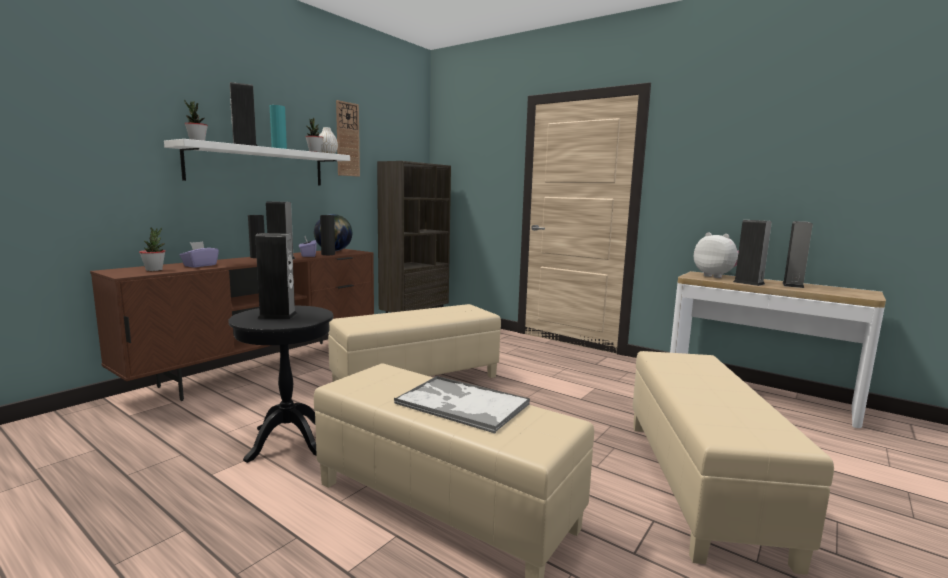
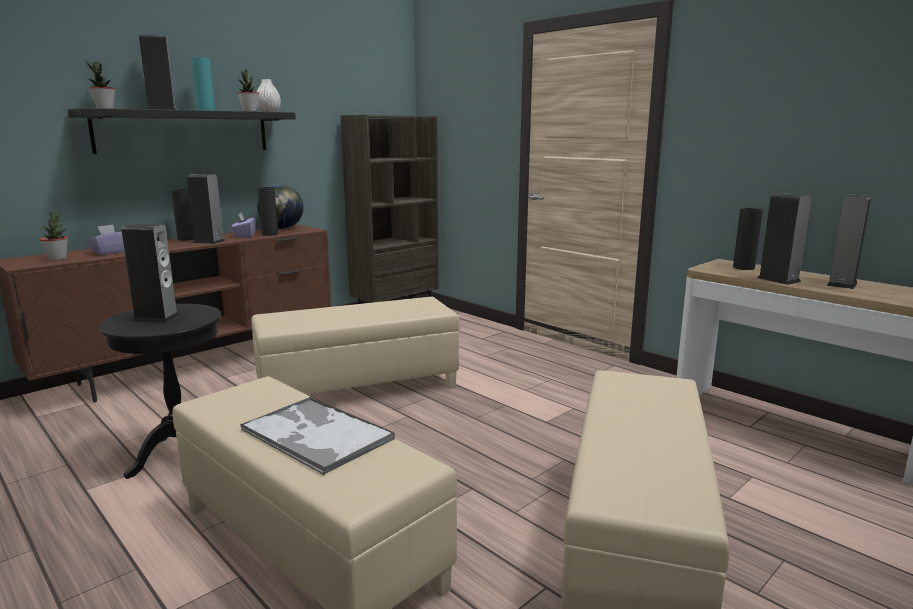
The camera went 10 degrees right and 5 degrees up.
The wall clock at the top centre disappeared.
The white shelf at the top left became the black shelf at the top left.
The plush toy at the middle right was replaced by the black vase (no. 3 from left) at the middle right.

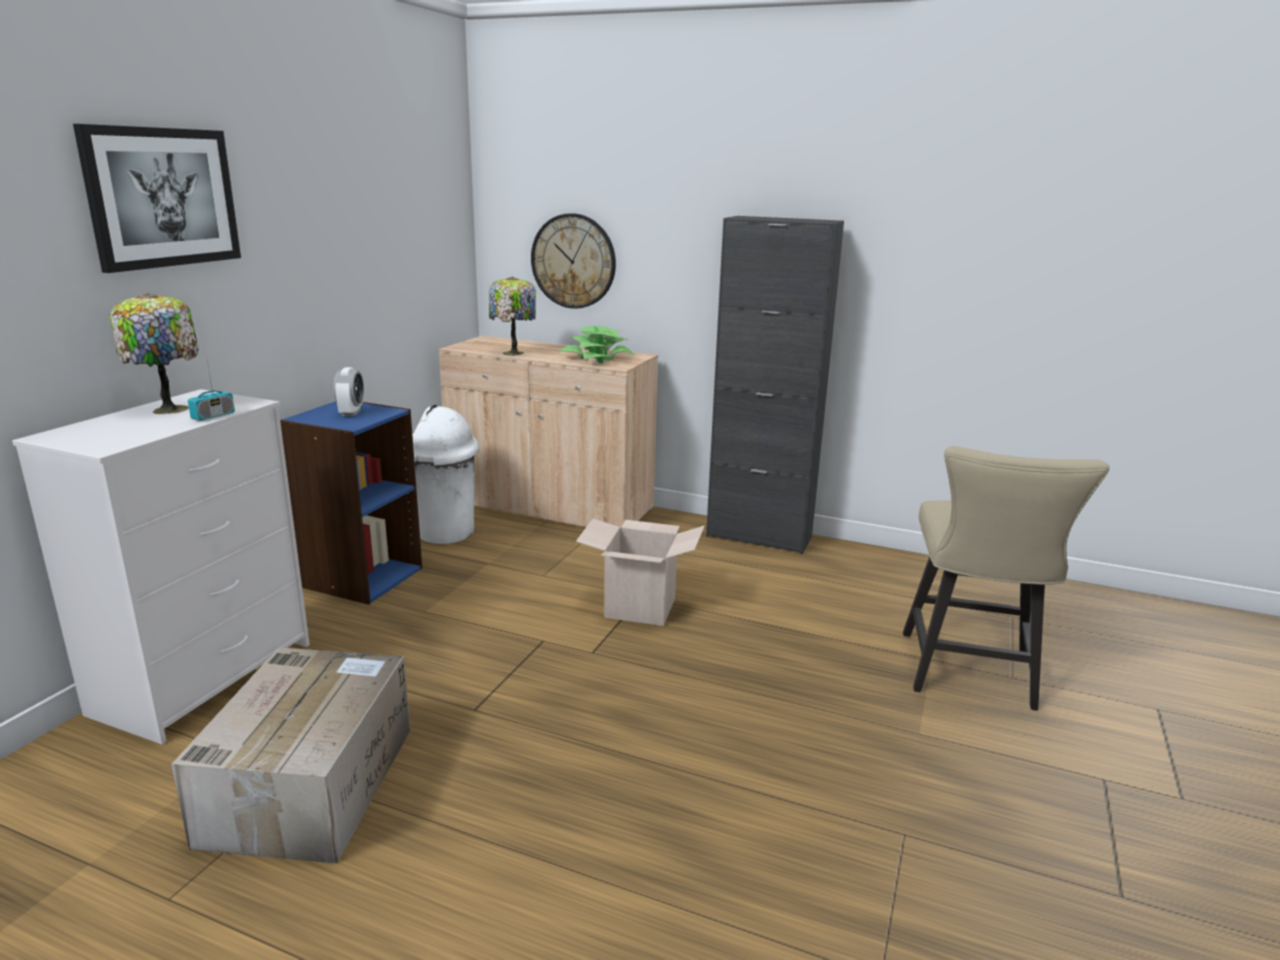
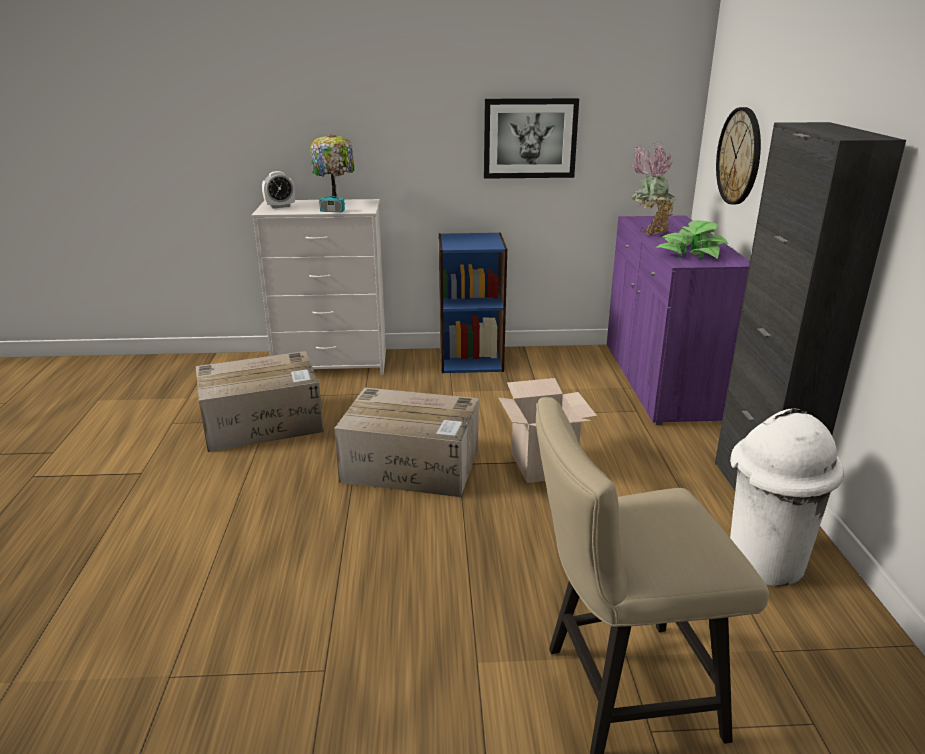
The camera went 65 degrees right and 5 degrees up.
The picture moved from the top left to the top centre.
The table lamp (no. 2 from left) at the top centre was replaced by the potted plant (no. 1 from left) at the top right.
The beige cabinet at the centre became the purple cabinet at the middle right.
The alarm clock moved from the middle left to the top left.
The white trash can moved from the centre to the middle right.
The cardboard box (no. 2 from left) at the centre appeared.

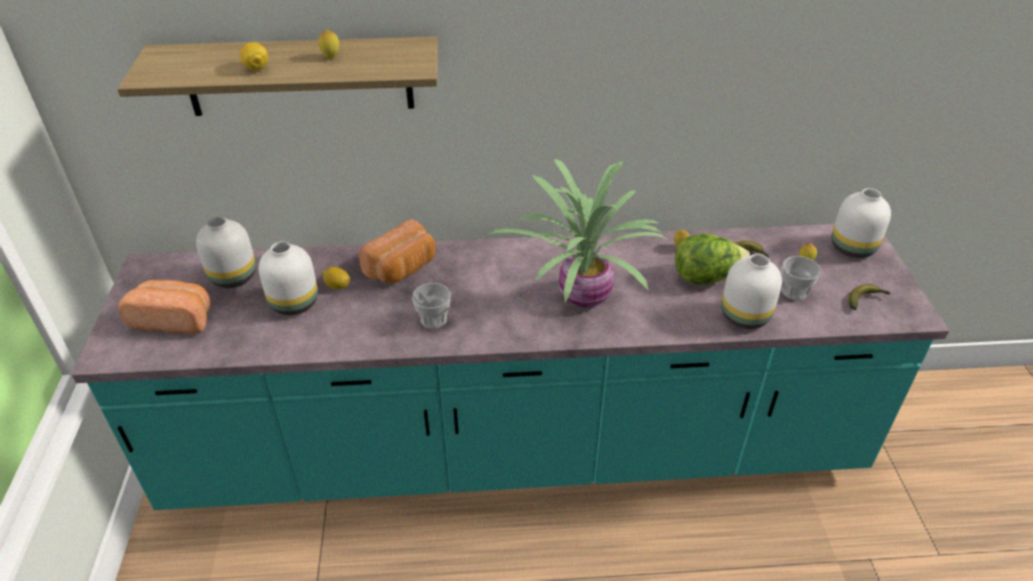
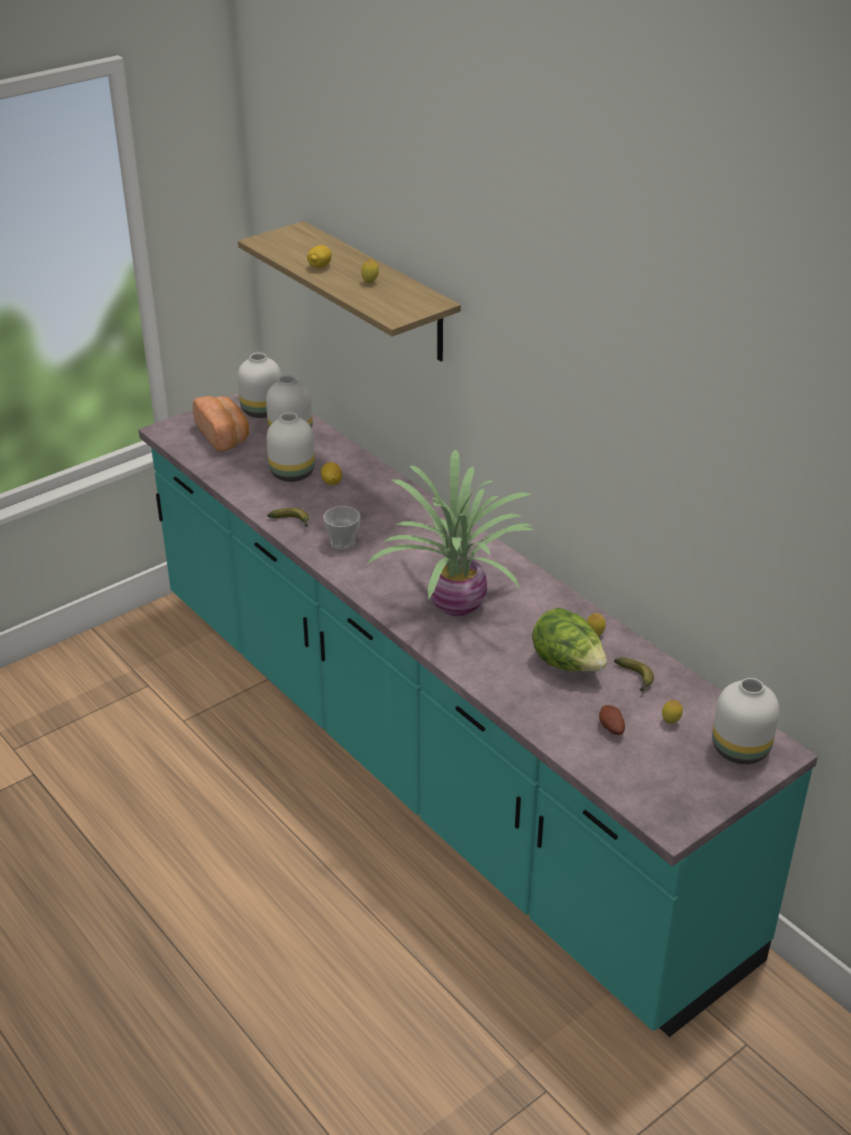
The camera went 55 degrees right and 5 degrees down.
The bread (no. 2 from left) at the centre disappeared.
The white vase (no. 3 from left in the first image) moved from the middle right to the middle left.
The cup (no. 2 from left) at the middle right was replaced by the potato at the middle right.
The banana (no. 2 from left in the first image) moved from the middle right to the centre.

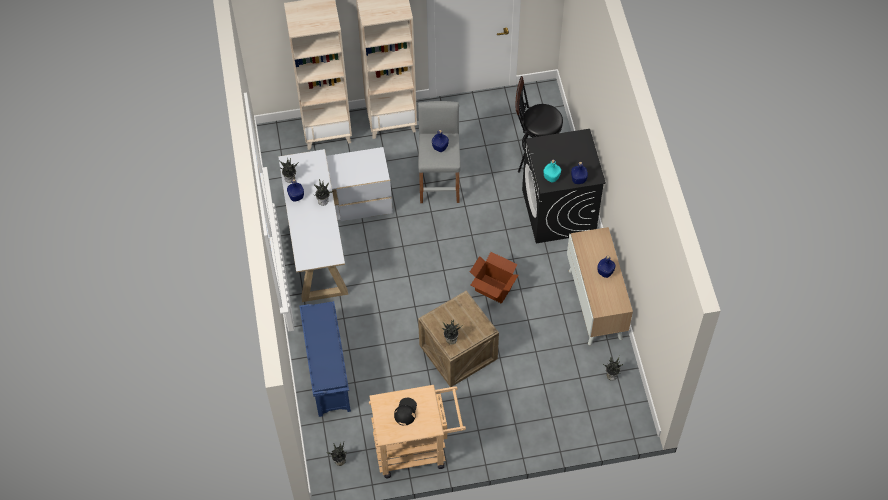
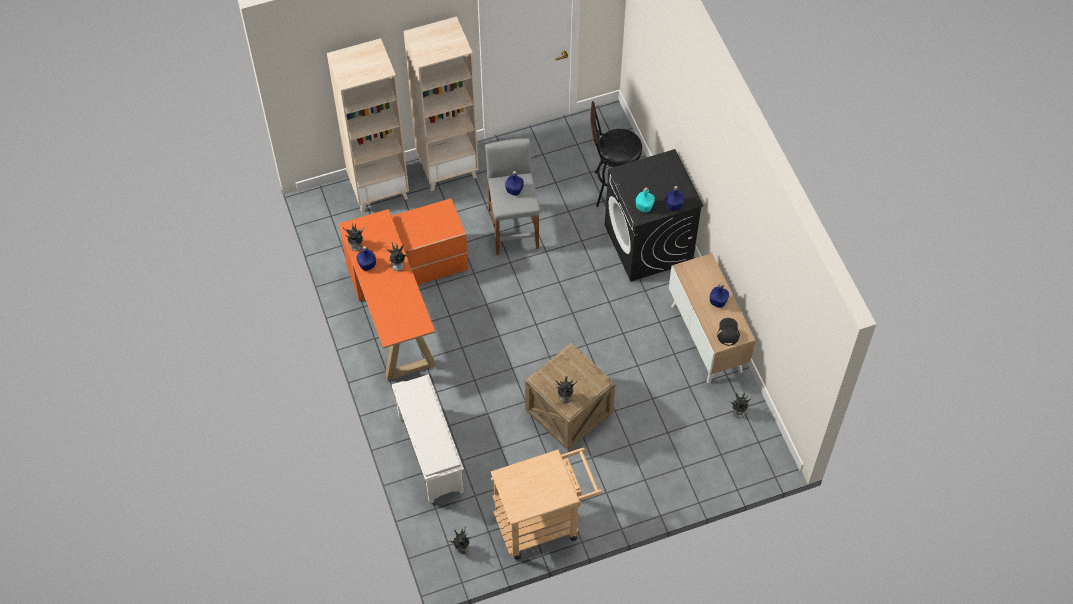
The camera went 10 degrees left and 0 degrees up.
The white desk at the centre became the orange desk at the centre.
The cardboard box at the centre disappeared.
The blue shoe rack at the bottom centre became the white shoe rack at the bottom centre.
The black cap moved from the bottom centre to the middle right.

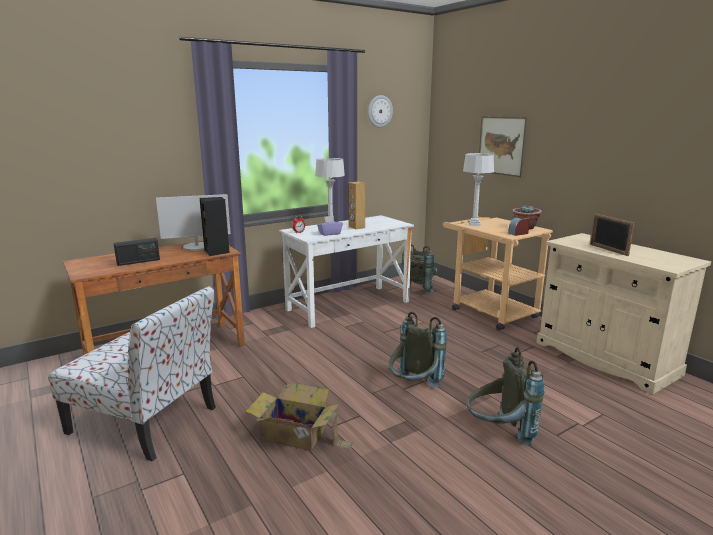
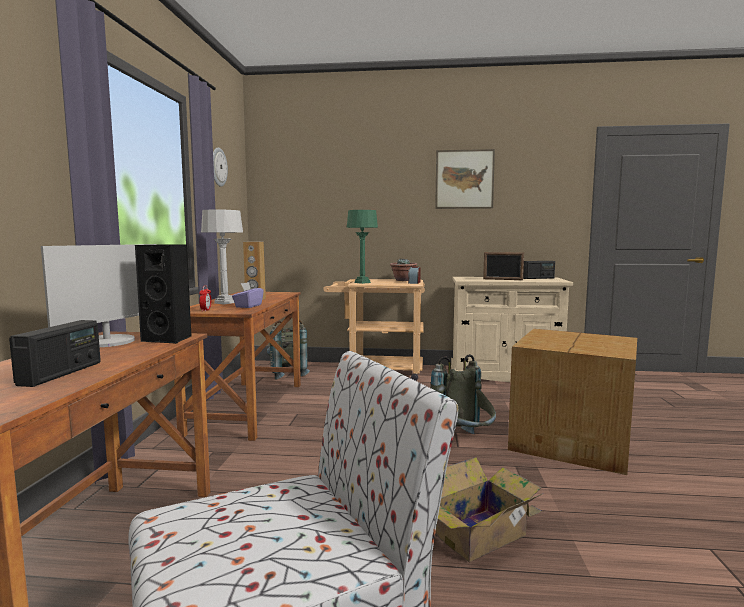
The camera went 50 degrees left and 10 degrees down.
The picture moved from the top right to the top centre.
The grey table lamp (no. 2 from left) at the middle right became the green table lamp at the centre.
The white desk at the centre became the brown desk (no. 2 from left) at the middle left.
The grey backpack (no. 3 from left) at the bottom right was replaced by the cardboard box (no. 2 from left) at the middle right.
The radio (no. 2 from left) at the middle right appeared.

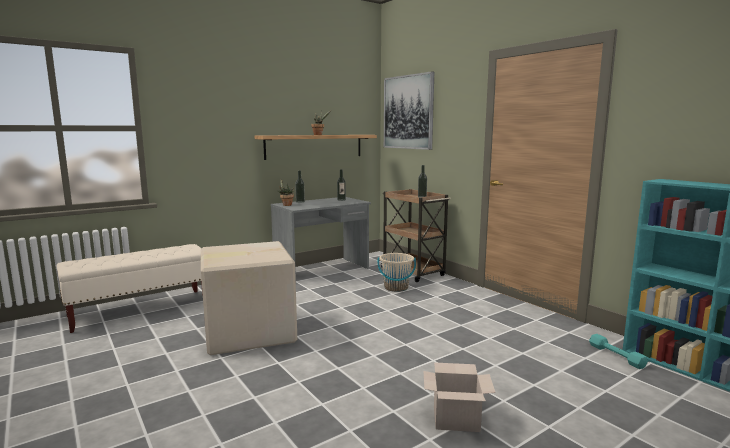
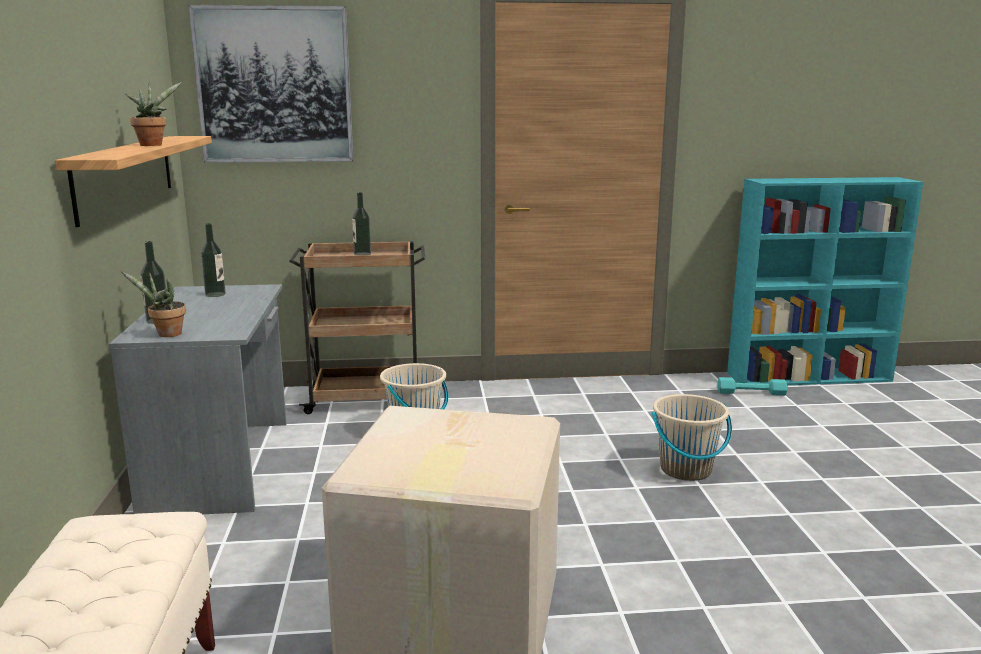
The camera went 60 degrees left and 5 degrees up.
The cardboard box (no. 2 from left) at the bottom centre disappeared.
The beige bucket (no. 2 from left) at the bottom right appeared.

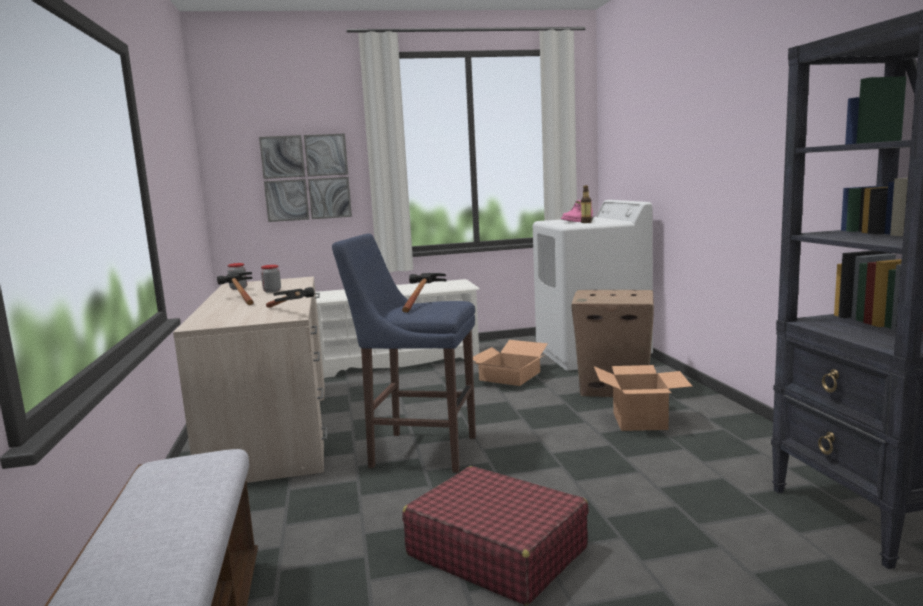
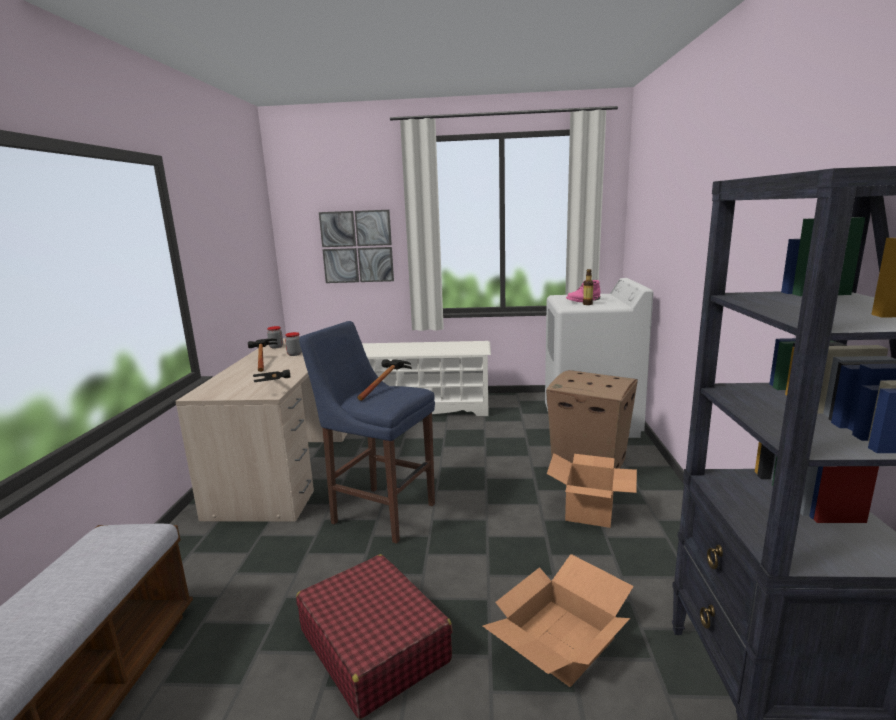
The camera went 15 degrees right and 5 degrees up.
The cardboard box (no. 1 from left) moved from the centre to the bottom centre.

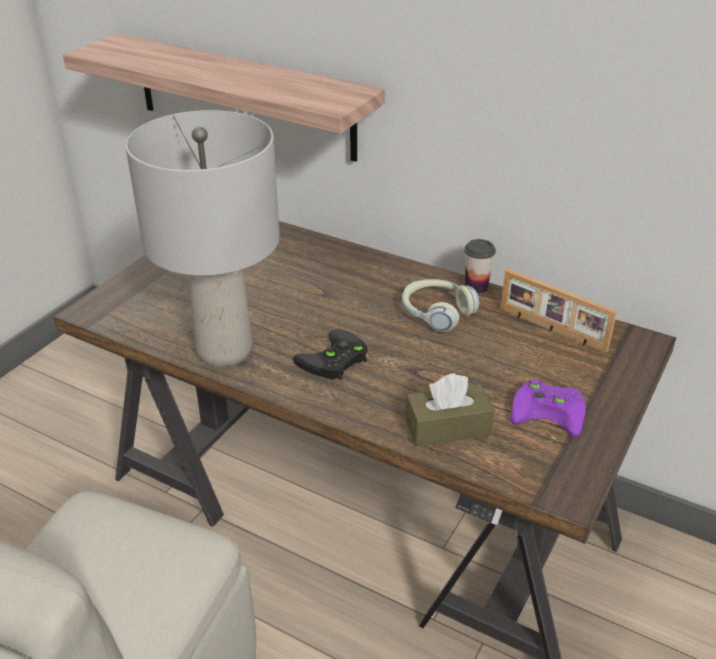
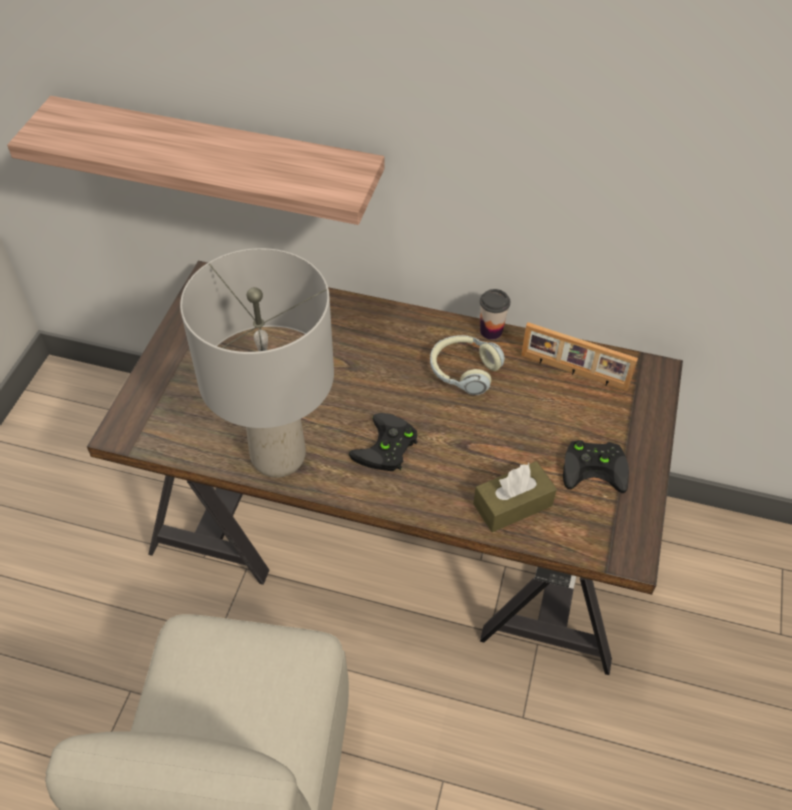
The camera went 15 degrees left and 15 degrees up.
The purple game controller at the middle right became the black game controller (no. 2 from left) at the middle right.

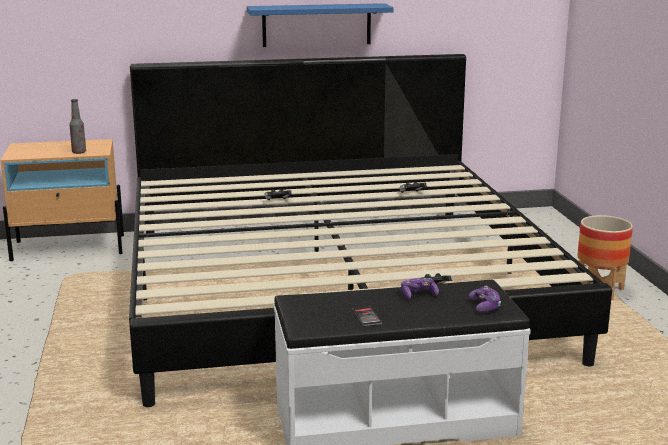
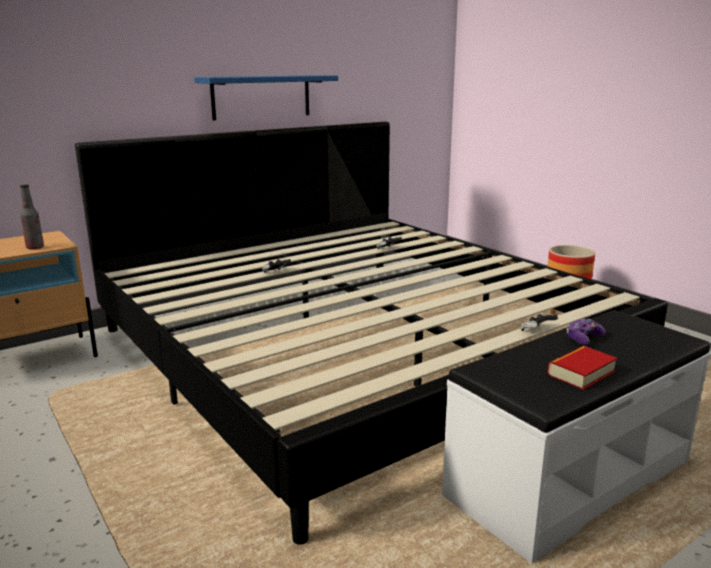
The camera went 25 degrees left and 0 degrees up.
The game controller (no. 5 from left) at the bottom right disappeared.
The phone at the bottom centre was replaced by the book at the middle right.

